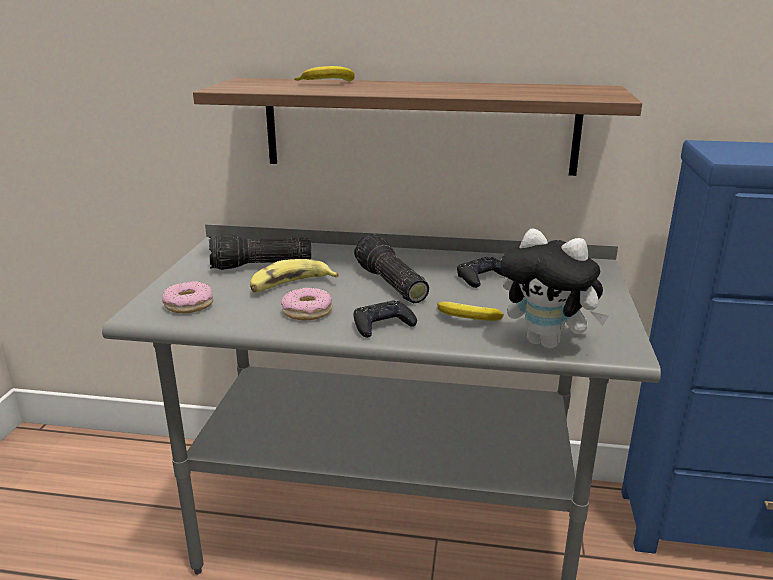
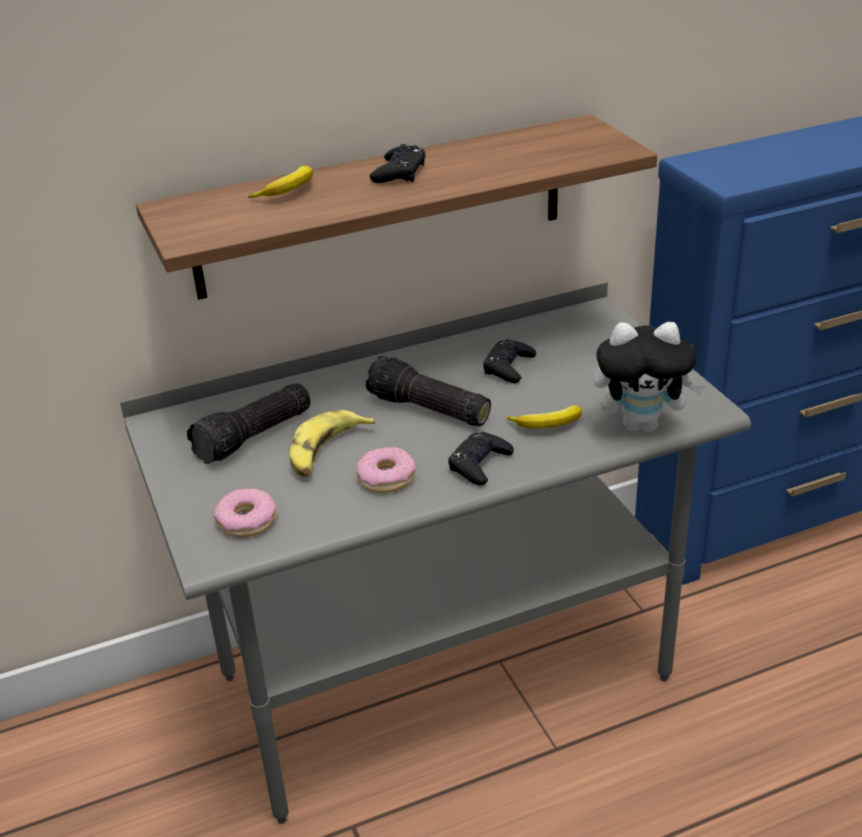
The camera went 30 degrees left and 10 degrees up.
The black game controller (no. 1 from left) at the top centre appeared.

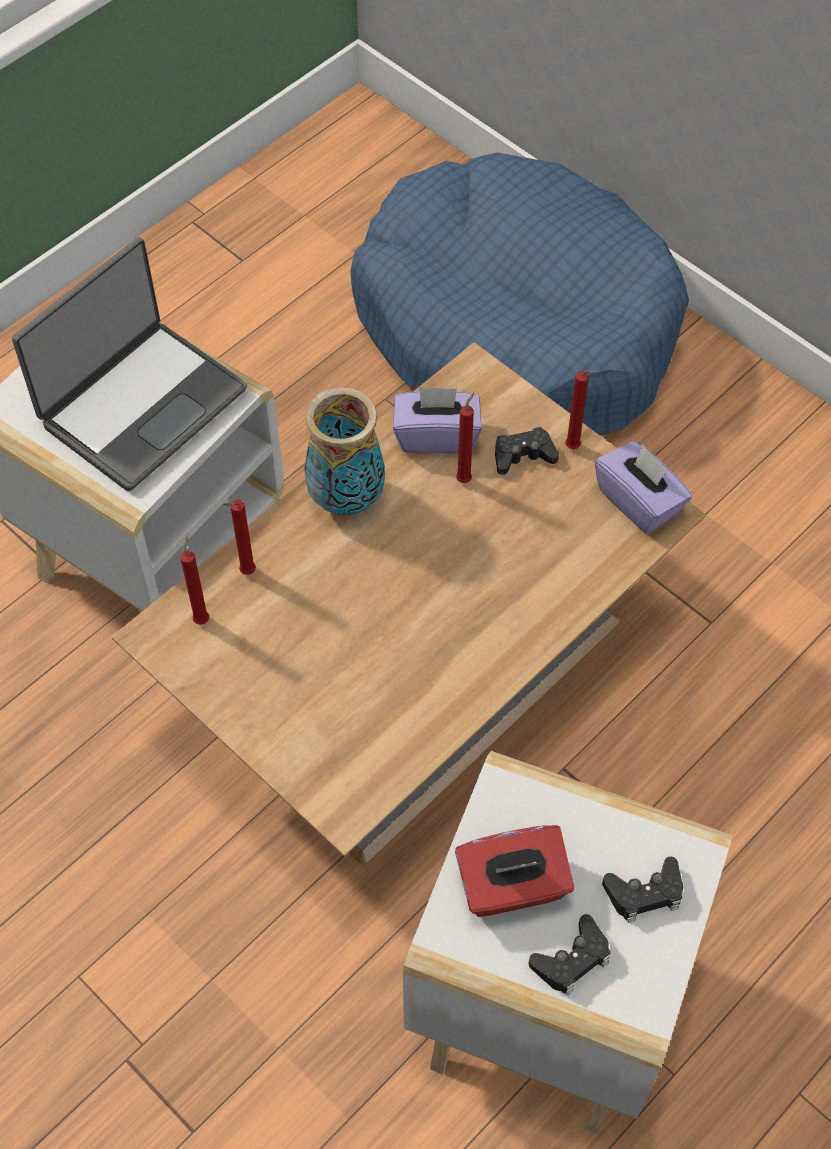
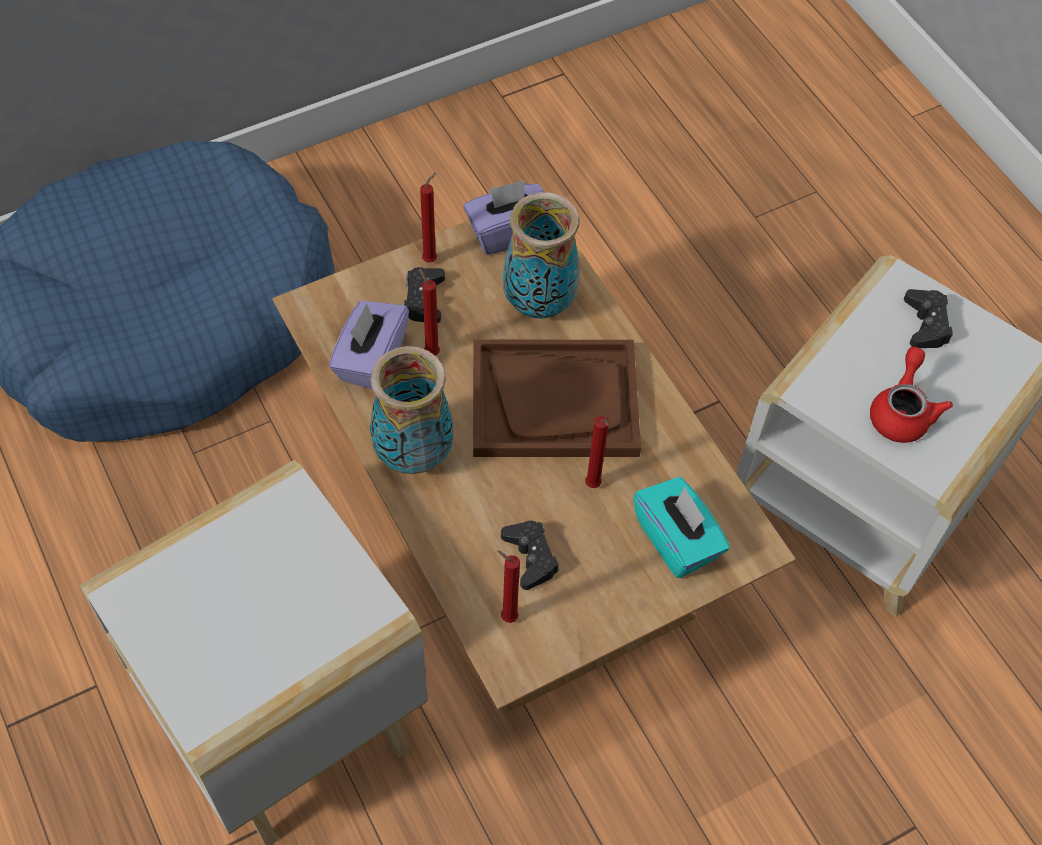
The camera went 75 degrees left and 0 degrees up.
The laptop at the top left disappeared.
The red candle (no. 2 from left in the first image) moved from the middle left to the centre.
The red tissue box at the bottom centre was replaced by the red teapot at the middle right.
The black game controller (no. 2 from left) moved from the bottom right to the centre.
The vase (no. 2 from left) at the top centre appeared.
The brown tray at the centre appeared.
The turquoise tissue box at the centre appeared.

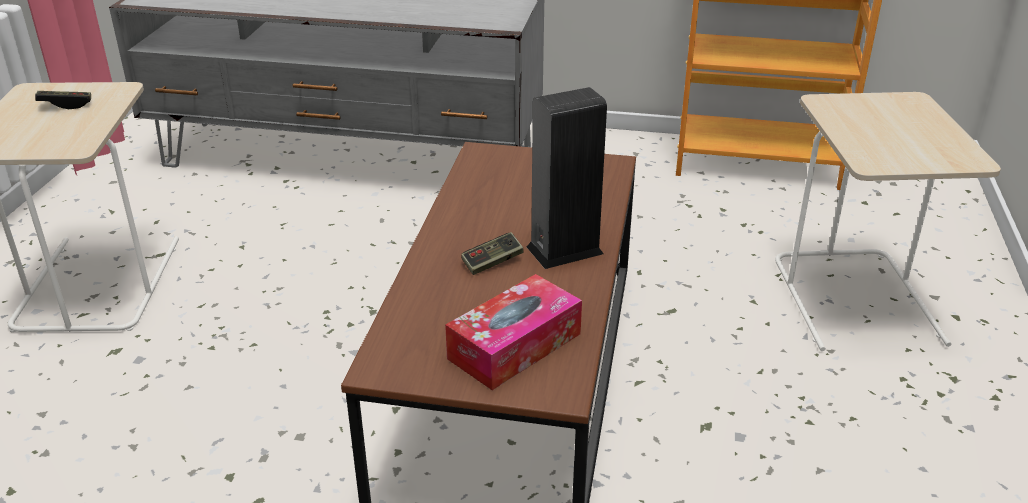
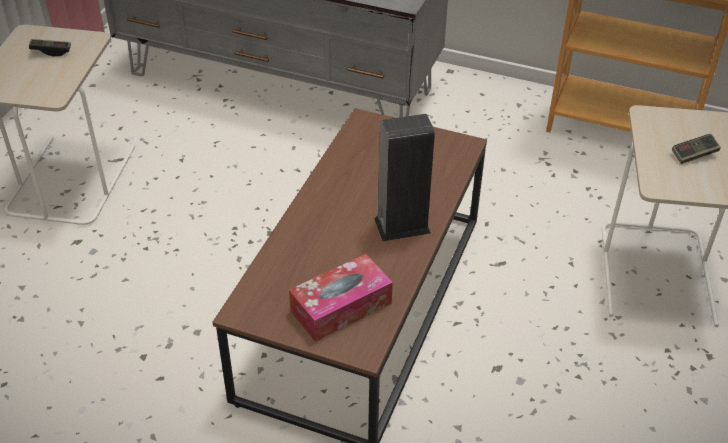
The camera went 10 degrees right and 10 degrees up.
The game controller (no. 2 from left) moved from the centre to the middle right.

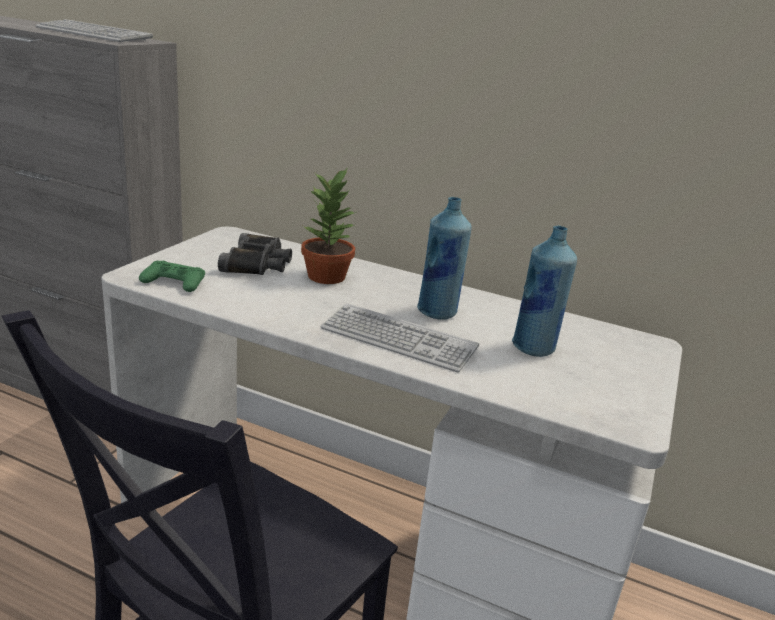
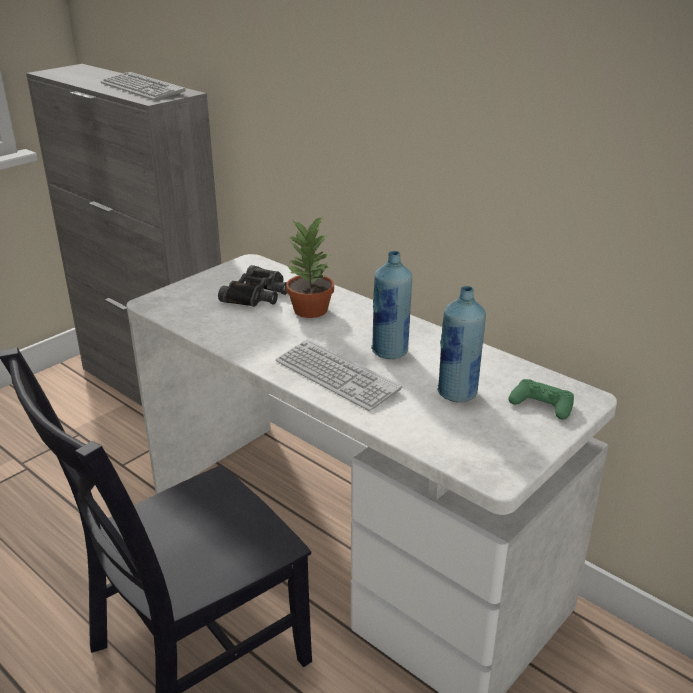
The camera went 20 degrees right and 5 degrees up.
The green game controller moved from the middle left to the middle right.

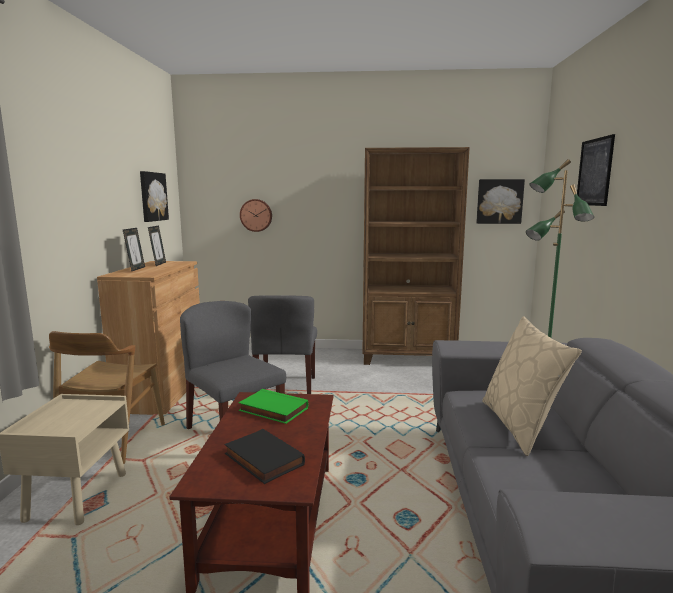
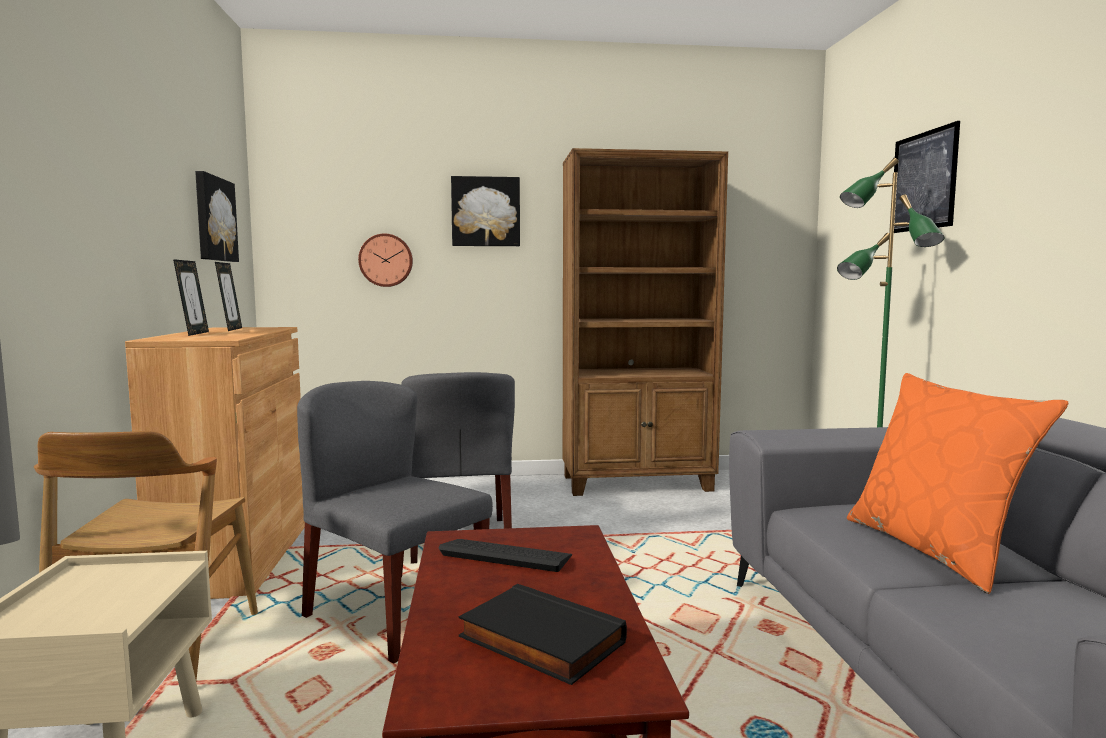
The camera went 10 degrees left and 5 degrees down.
The picture (no. 2 from left) moved from the middle right to the top centre.
The beige pillow at the middle right became the orange pillow at the middle right.
The green book at the bottom centre was replaced by the keyboard at the bottom centre.

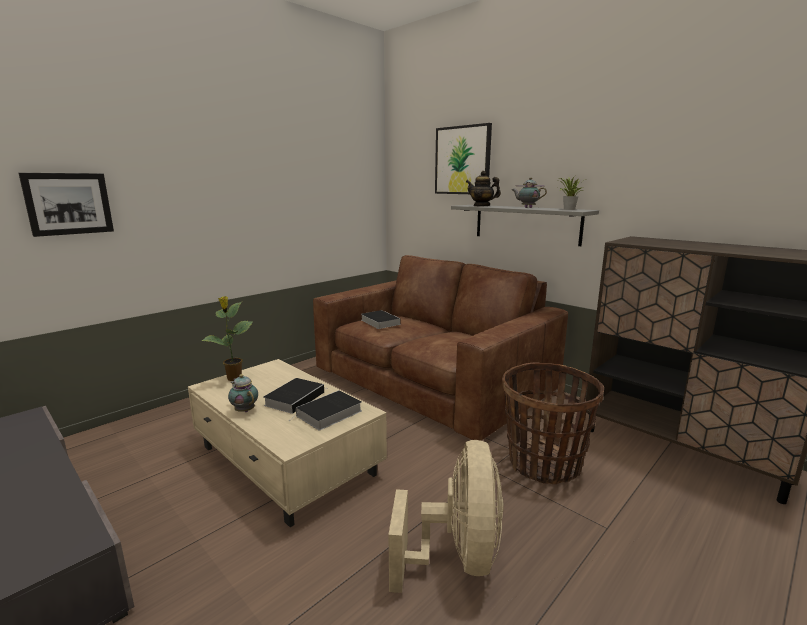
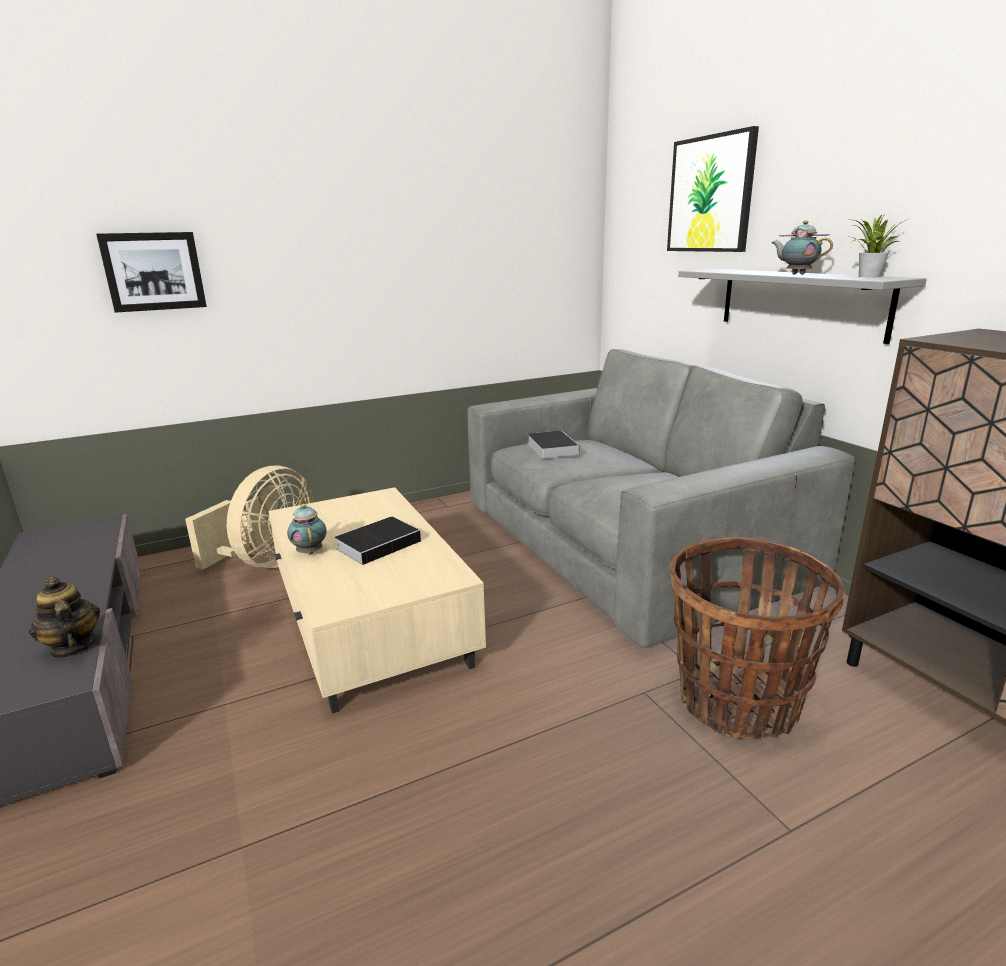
The camera went 20 degrees right and 5 degrees up.
The teapot (no. 2 from left in the first image) moved from the top centre to the middle left.
The brown sofa at the centre became the grey sofa at the centre.
The potted plant (no. 1 from left) at the middle left disappeared.
The book (no. 2 from left) at the centre disappeared.
The beige fan moved from the bottom centre to the middle left.

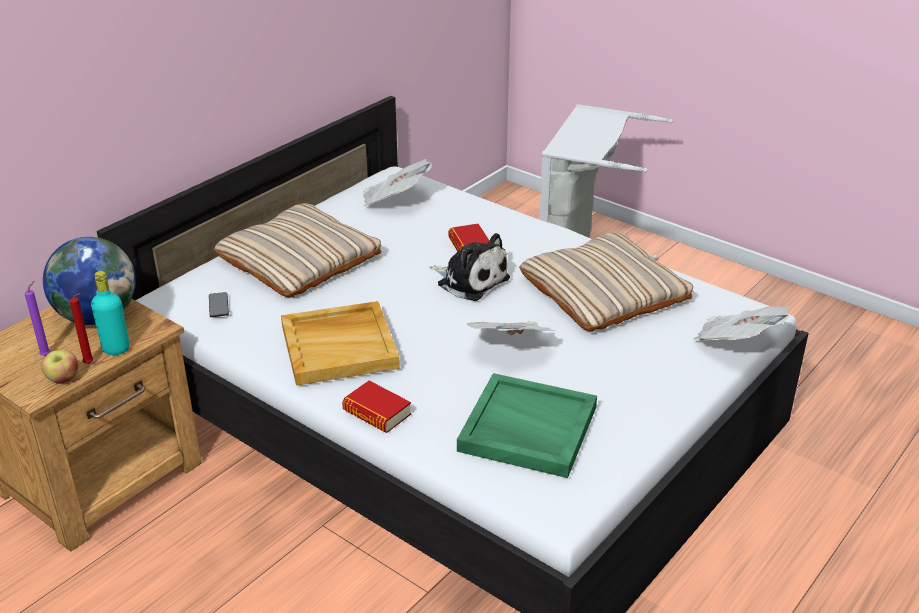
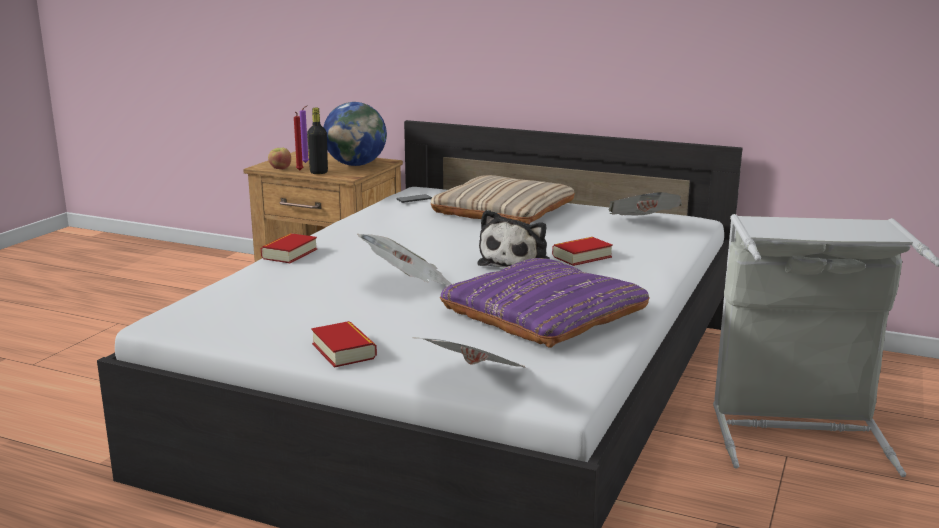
The camera went 75 degrees right and 15 degrees down.
The beige pillow (no. 2 from left) at the centre became the purple pillow at the centre.
The turquoise bottle at the middle left became the black bottle at the top centre.
The beige tray at the centre disappeared.
The green tray at the bottom centre disappeared.
The book (no. 2 from left) at the centre appeared.

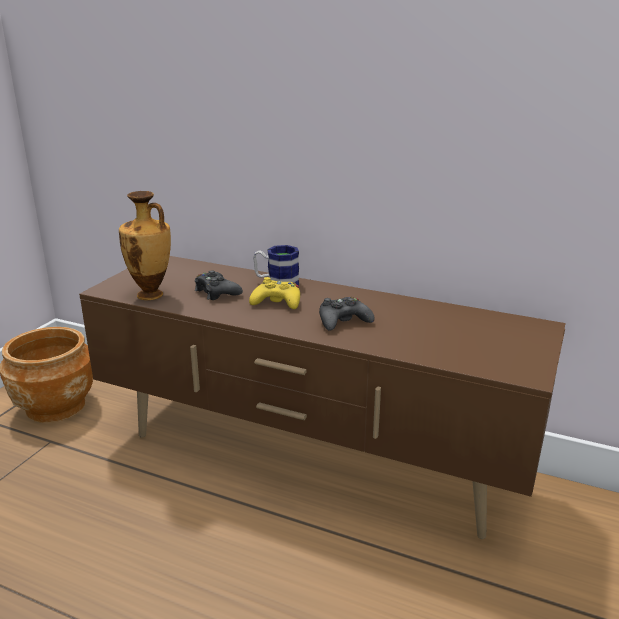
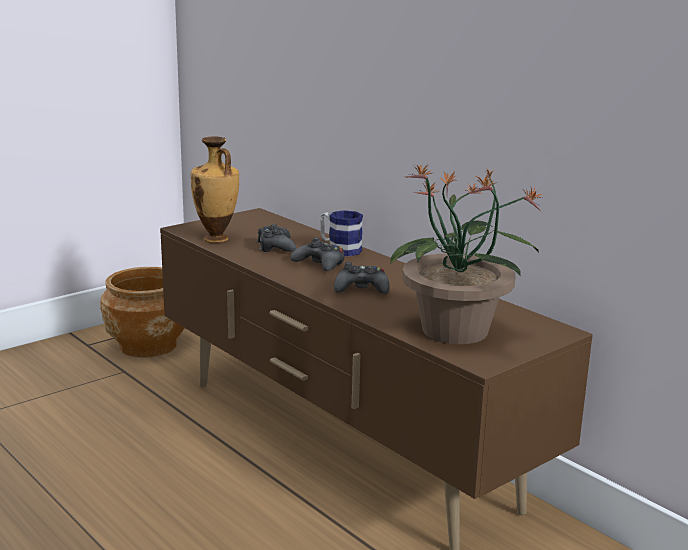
The camera went 25 degrees right and 5 degrees down.
The yellow game controller at the centre became the black game controller (no. 2 from left) at the centre.
The potted plant at the middle right appeared.

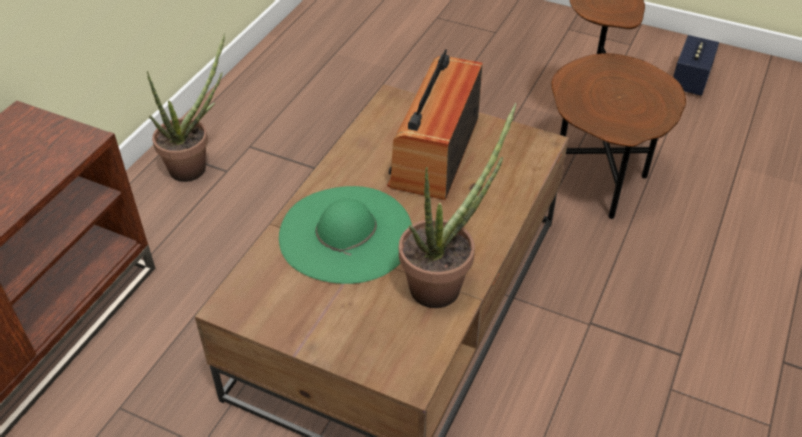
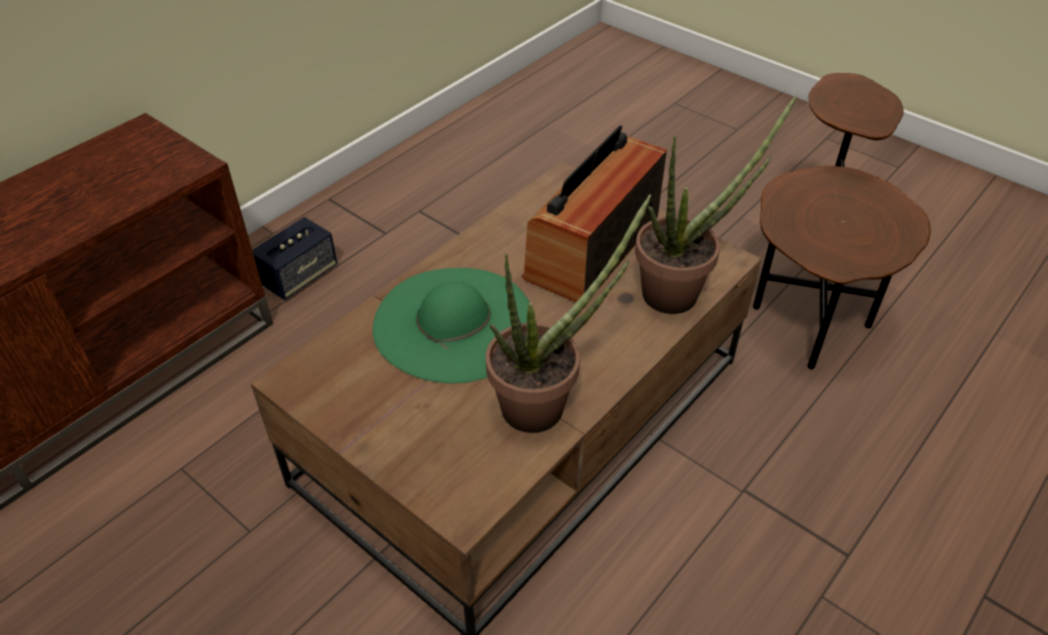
The camera went 15 degrees right and 0 degrees up.
The potted plant (no. 1 from left in the first image) moved from the top left to the top right.
The speaker moved from the top right to the middle left.

